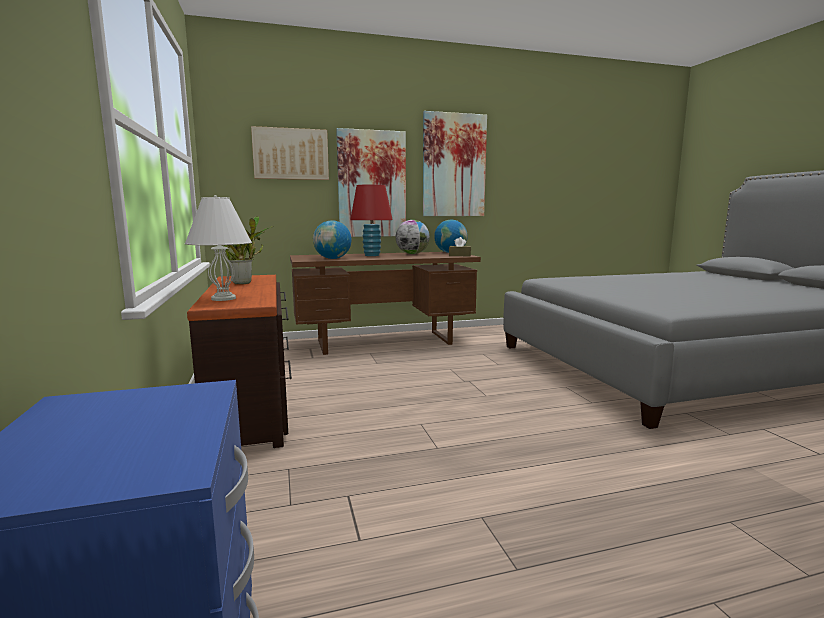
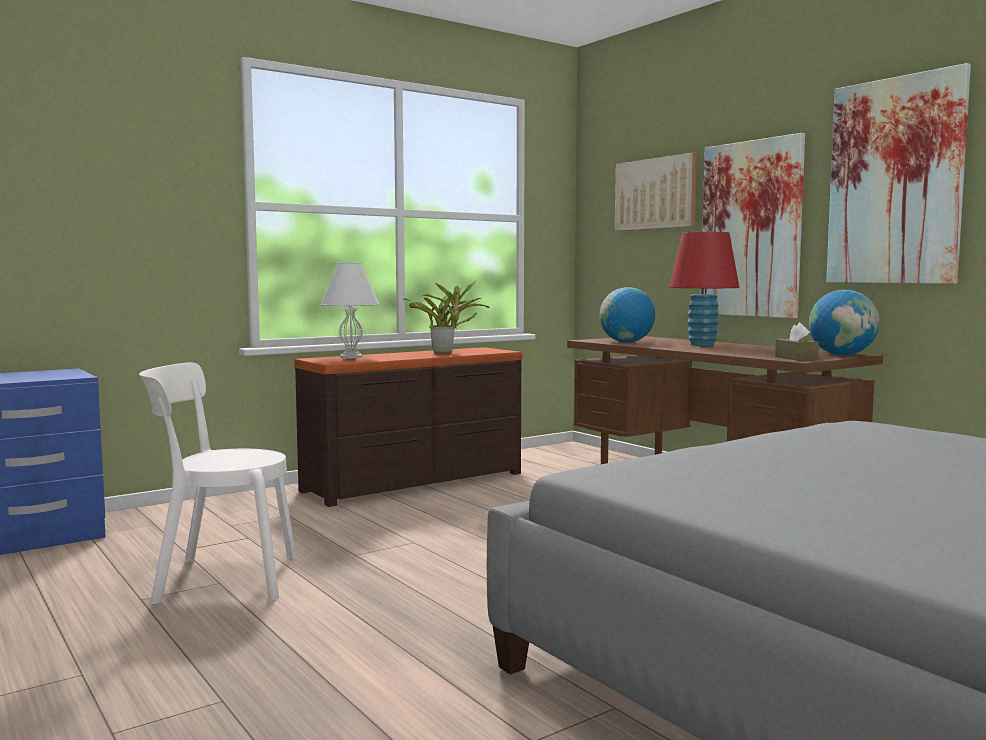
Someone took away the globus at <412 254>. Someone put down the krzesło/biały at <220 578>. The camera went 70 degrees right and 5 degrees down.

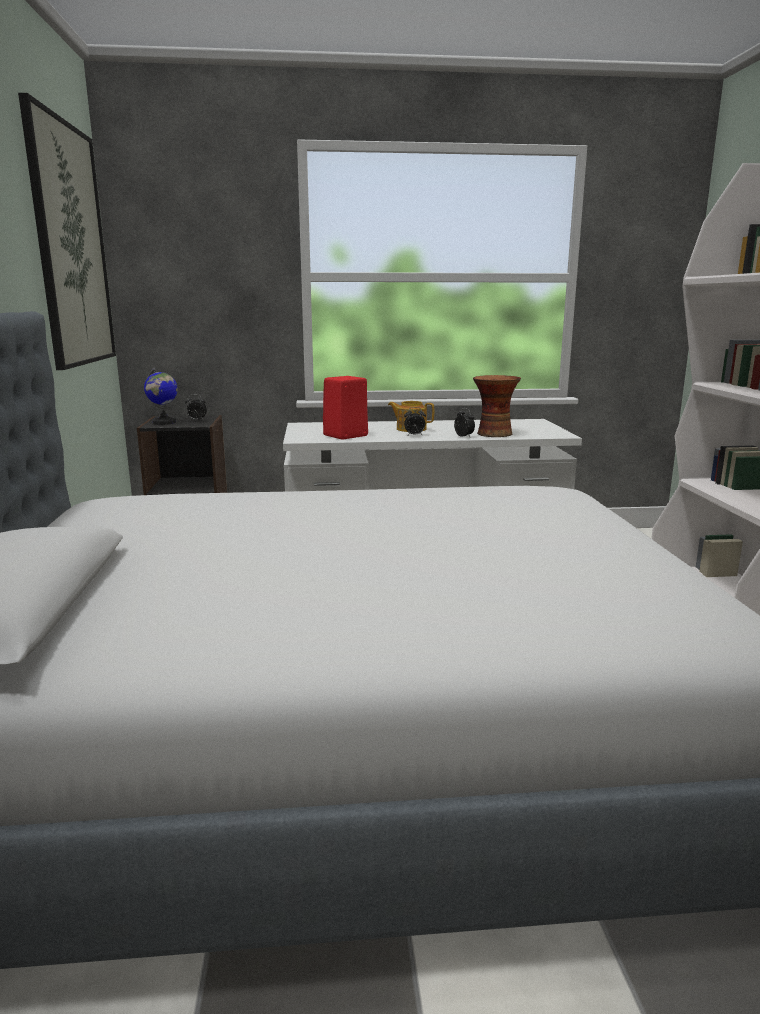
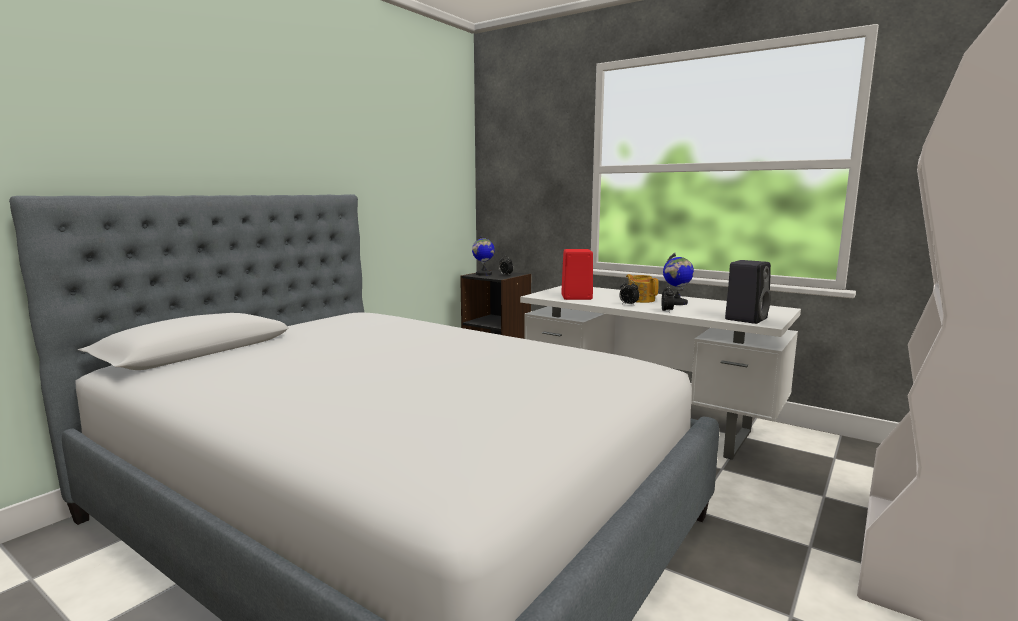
Someone took away the obraz at <71 246>. Someone took away the wazon at <493 434>. Someone put down the globus at <676 303>. Someone put down the głośnik/czarny at <746 319>. The camera went 40 degrees right and 5 degrees down.

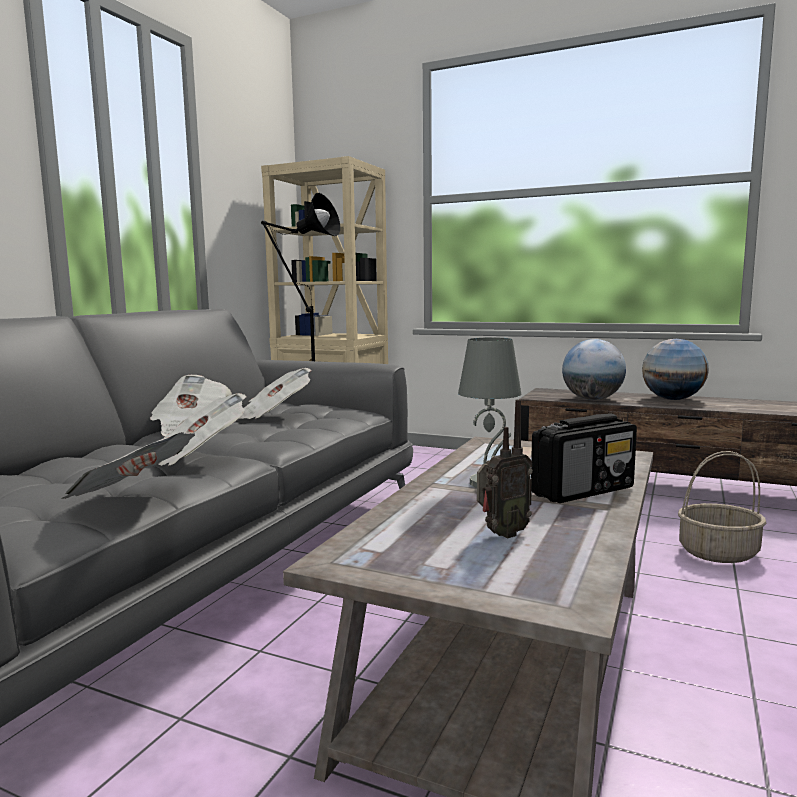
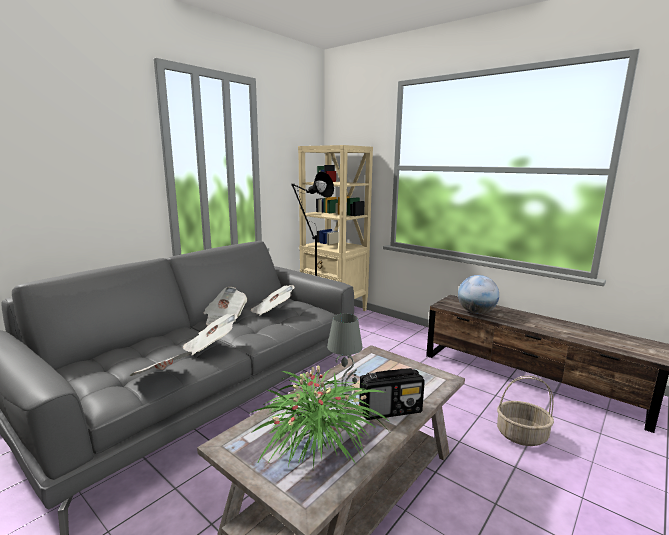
Someone took away the globus at <673 399>. Someone swapped the radio at <501 534> for the roślina doniczkowa at <317 441>. The camera went 15 degrees right and 5 degrees up.

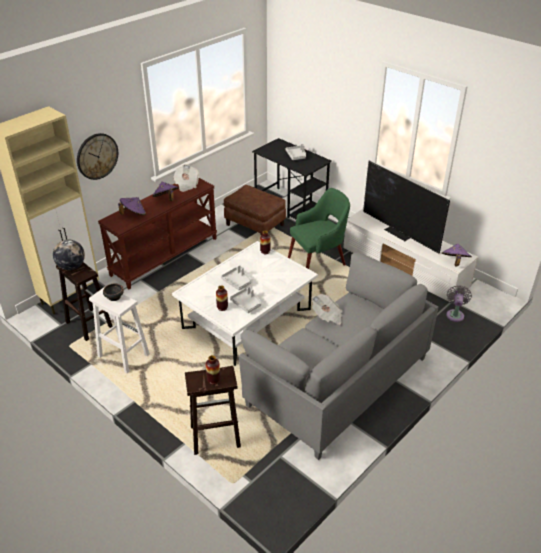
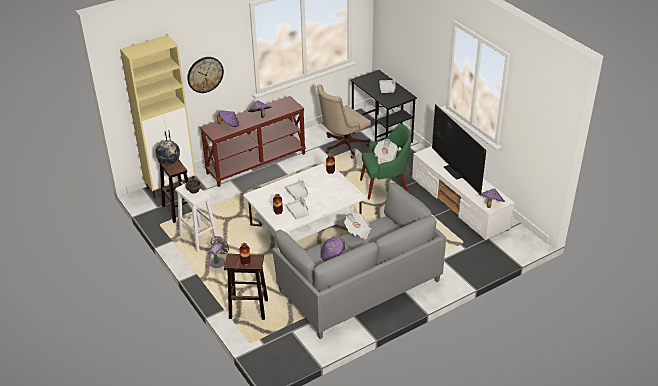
Someone put down the kapelusz/fioletowy at <332 256>. Someone carried the gazeta from <186 184> to <385 157>. Someone carried the wentylator/szary from <455 314> to <218 261>. Someone swapped the pufa/brązowy at <254 225> for the krzesło biurowe/beżowy at <342 146>. The camera went 15 degrees right and 0 degrees up.

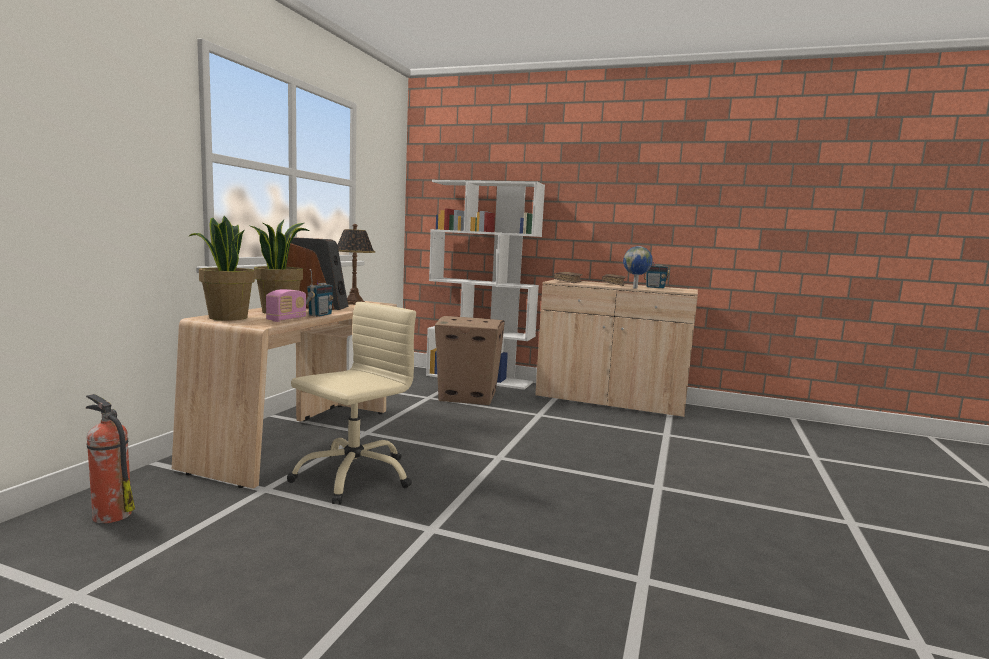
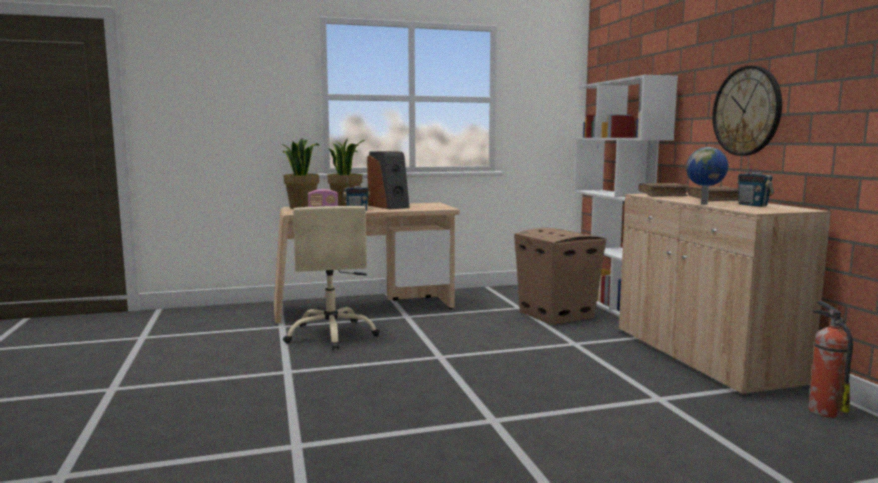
Someone took away the lampa stołowa at <354 303>. Someone put up the zegar ścienny at <747 111>. Someone carried the gaśnica from <111 515> to <823 410>. Someone rotated the krzesło biurowe/beżowy at <353 476> by 75 degrees clockwise. The camera went 55 degrees right and 0 degrees up.

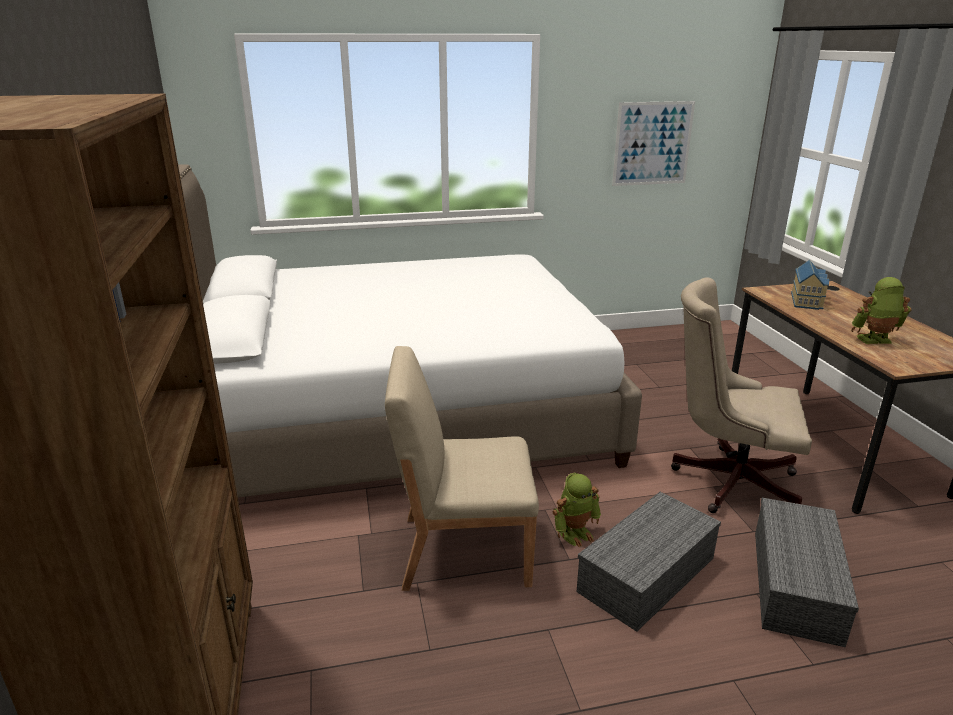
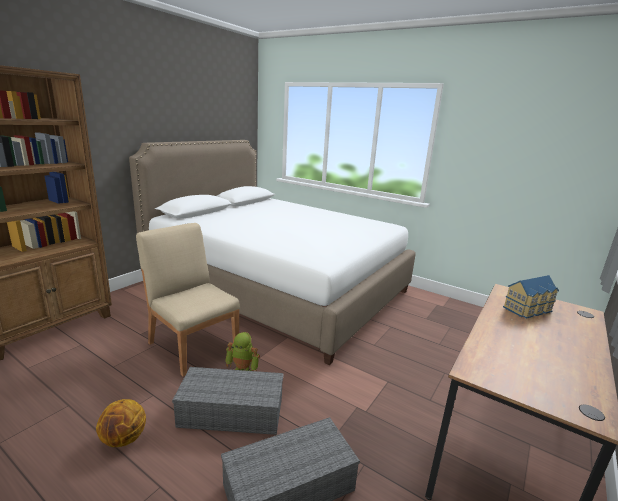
Someone took away the obraz at <652 143>. Someone took away the krzesło biurowe/beżowy at <727 480>. Someone took away the robot zabawkowy at <874 341>. Someone put down the piłka do koszykówki at <124 439>. The camera went 45 degrees right and 5 degrees down.

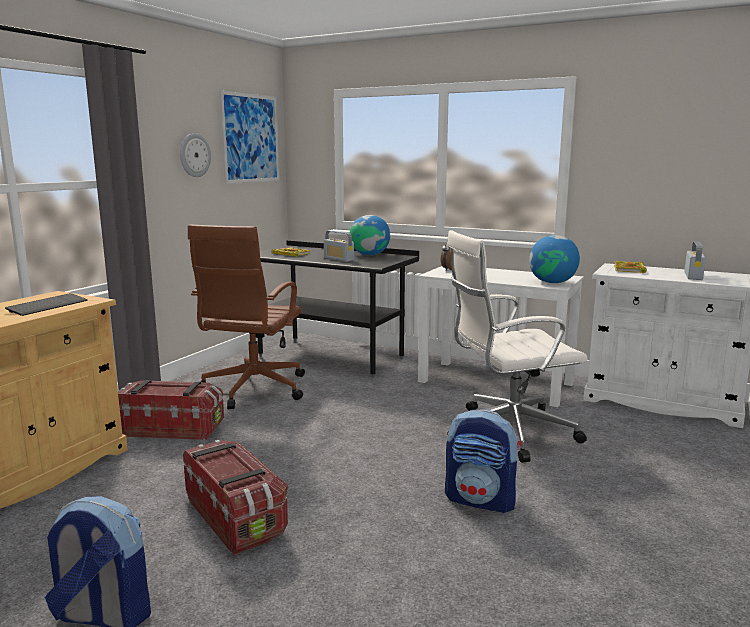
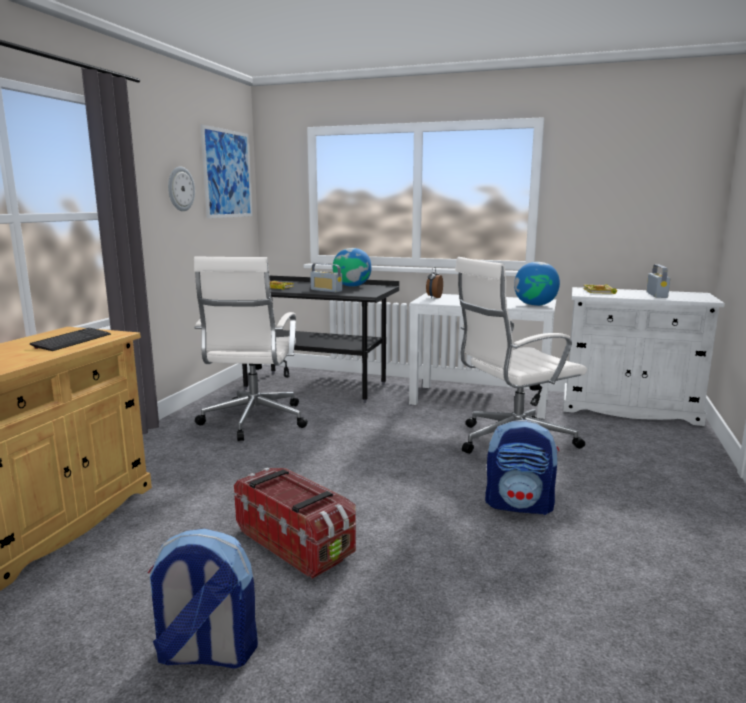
Someone took away the pojemnik do przechowywania at <171 429>. Someone repainted the krzesło biurowe/brązowy at <252 390>, which became the krzesło biurowe/biały at <253 421>. The camera went 10 degrees left and 0 degrees up.

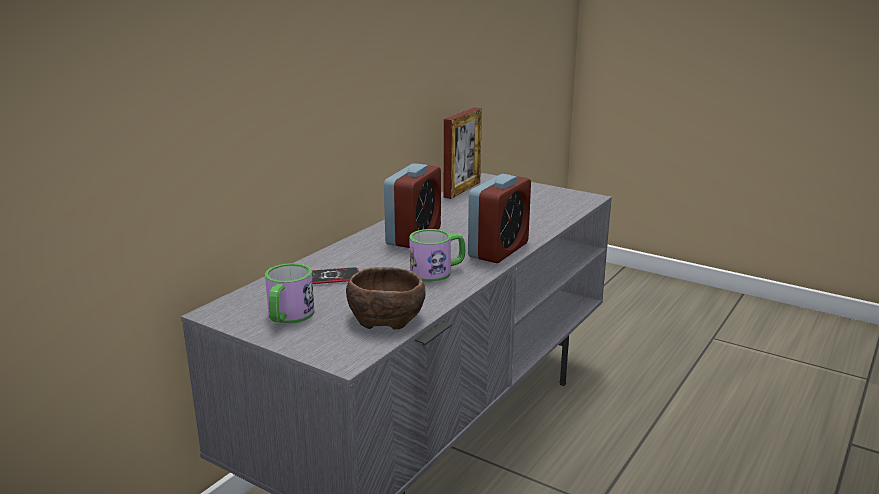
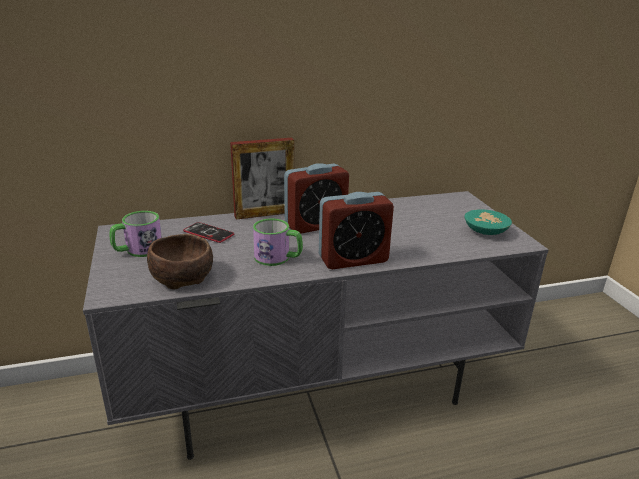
Someone put down the miska/turkusowy at <485 230>. Someone carried the ramka na zdjęcie from <462 189> to <264 214>. The camera went 40 degrees right and 5 degrees up.

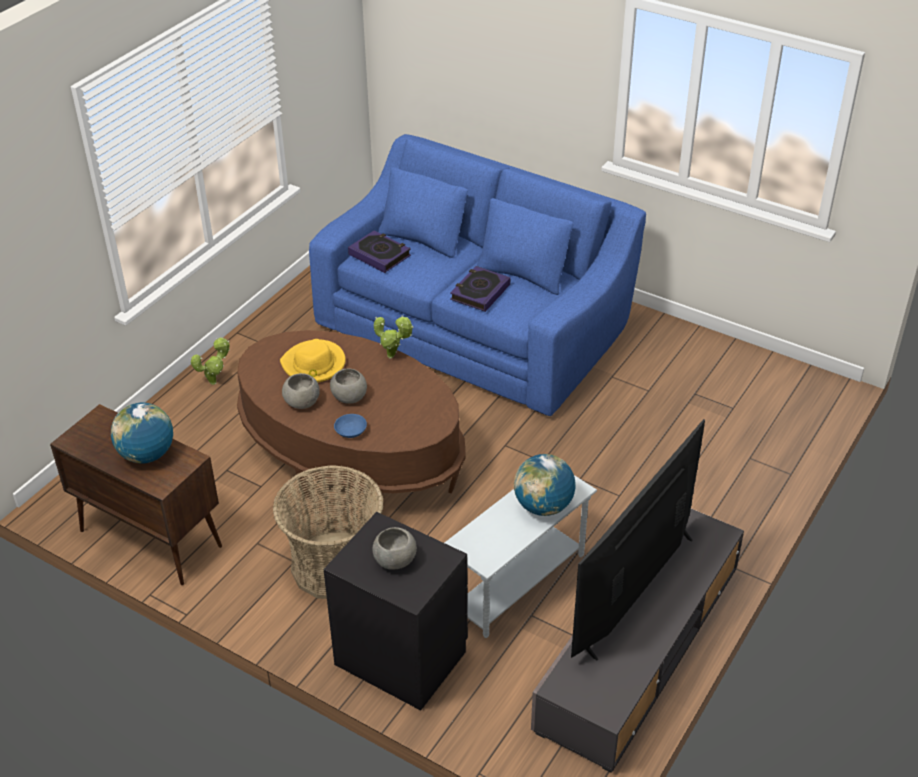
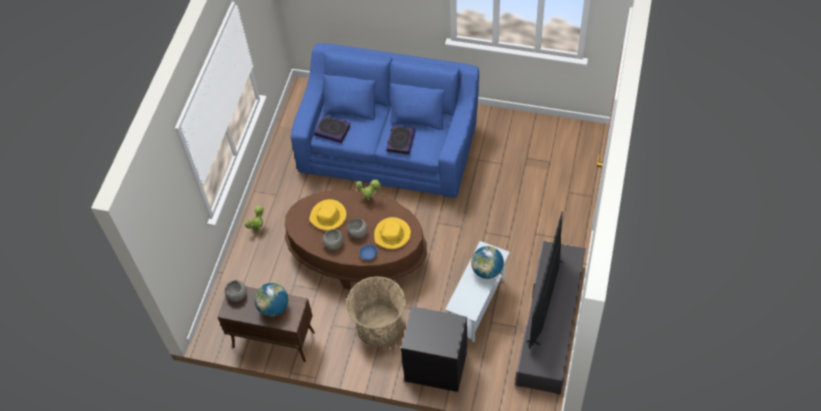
Someone put down the kapelusz/żółty at <392 235>. Someone carried the miska/szary from <395 561> to <237 295>. The camera went 15 degrees left and 15 degrees up.

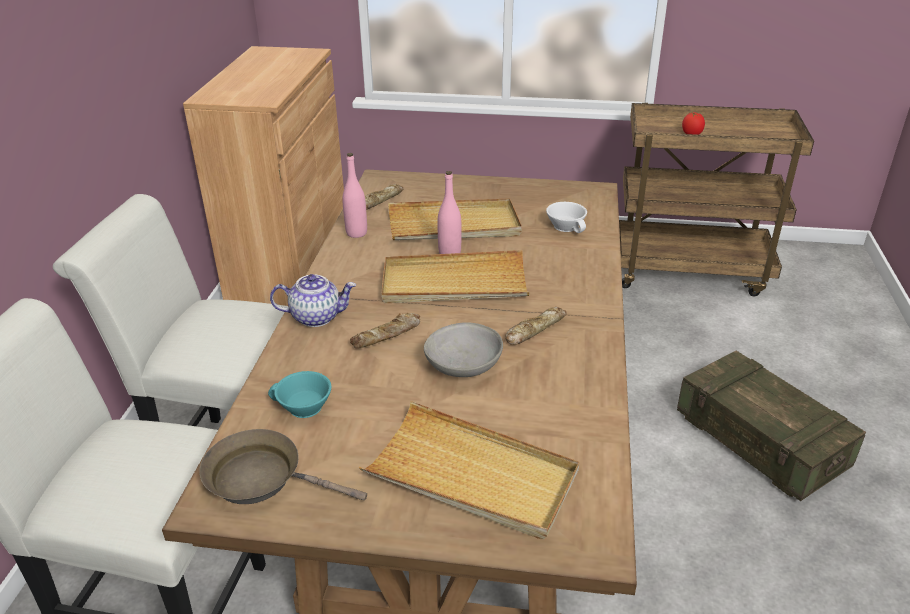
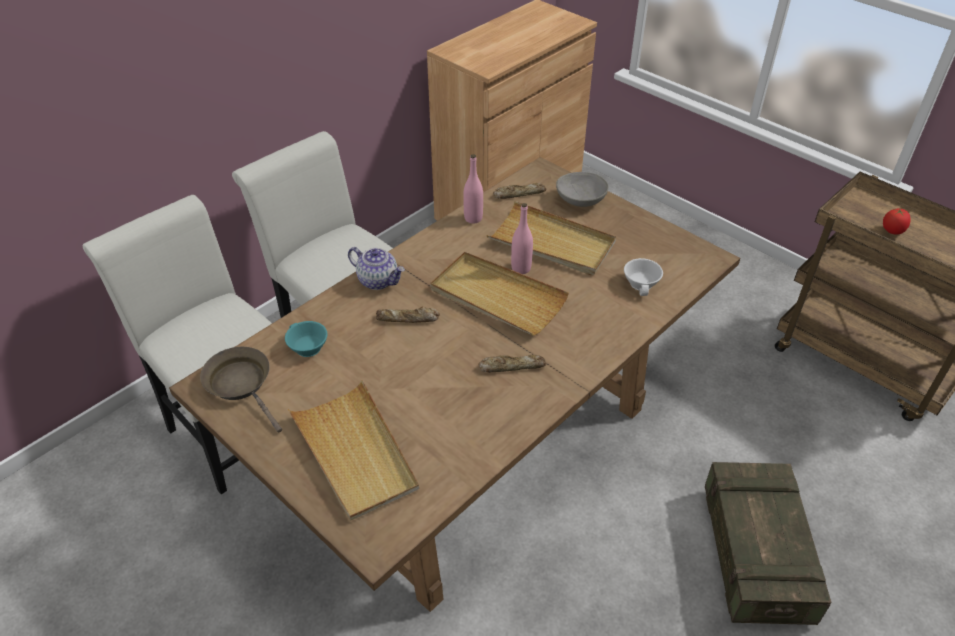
Someone carried the miska/szary from <464 367> to <580 201>. The camera went 35 degrees right and 10 degrees up.

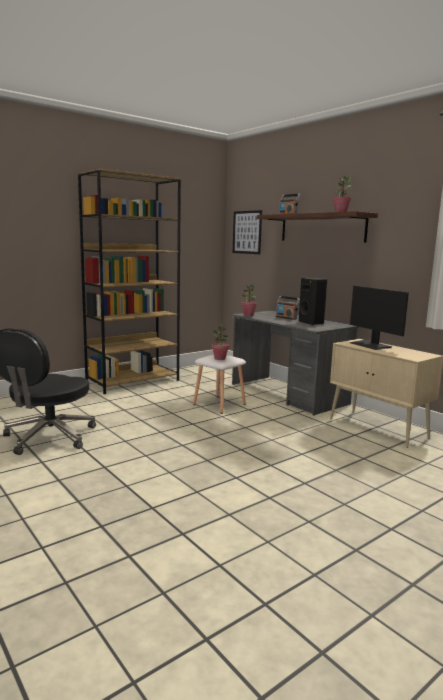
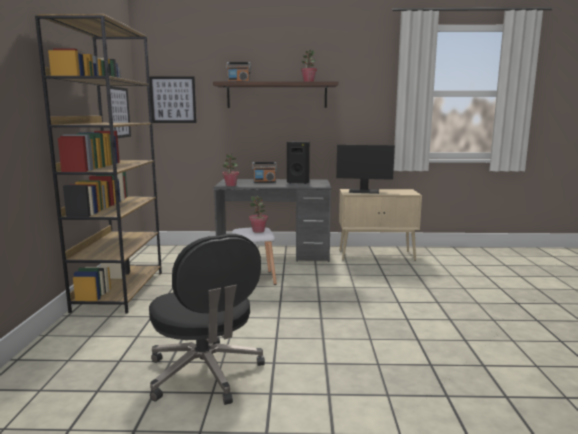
Someone put up the obraz at <119 112>. The camera went 50 degrees left and 0 degrees up.

